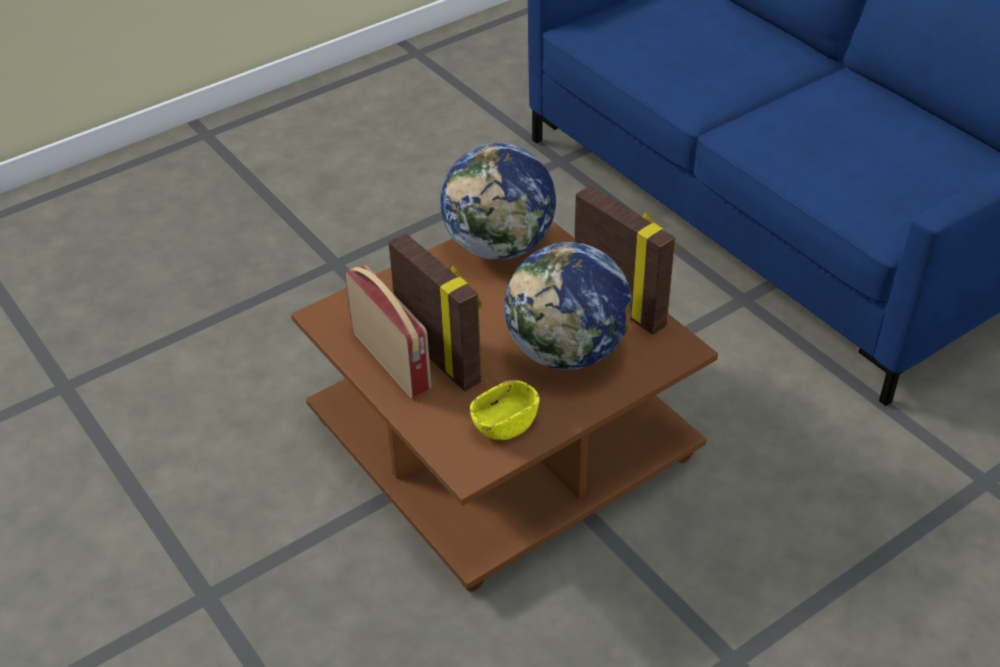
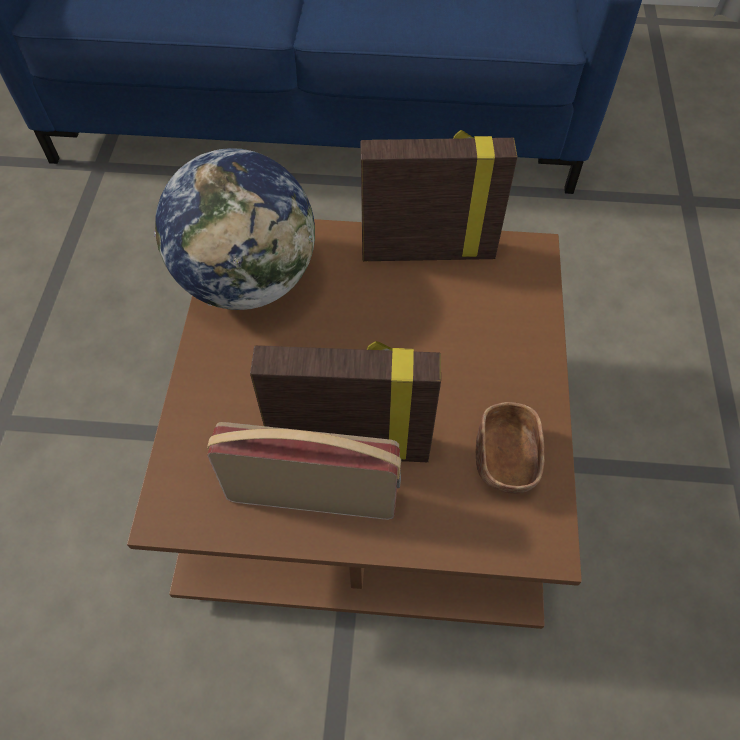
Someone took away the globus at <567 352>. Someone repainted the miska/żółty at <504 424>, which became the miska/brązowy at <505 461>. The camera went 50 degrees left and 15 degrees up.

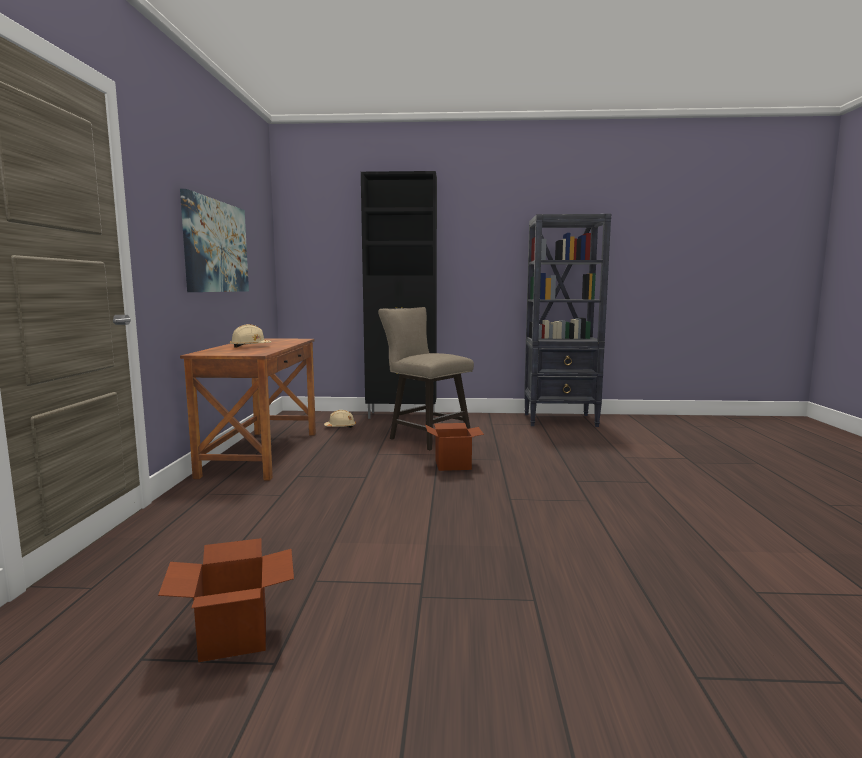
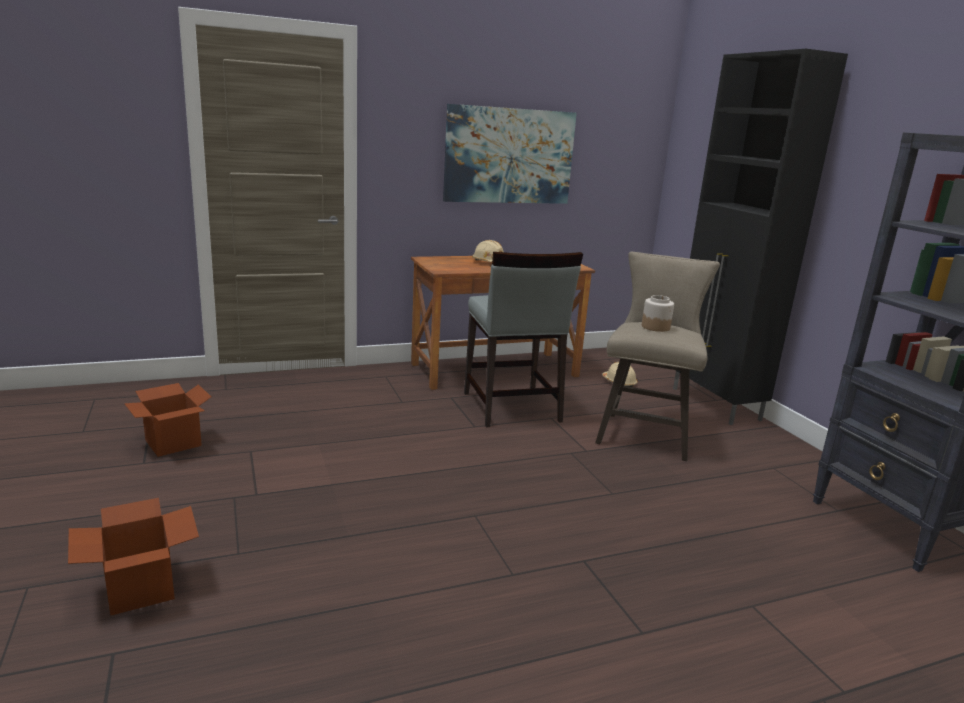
Someone put down the krzesło/szary at <511 407>. Someone put down the słoik at <655 327>. Someone carried the karton from <453 465> to <140 589>. The camera went 65 degrees right and 10 degrees up.

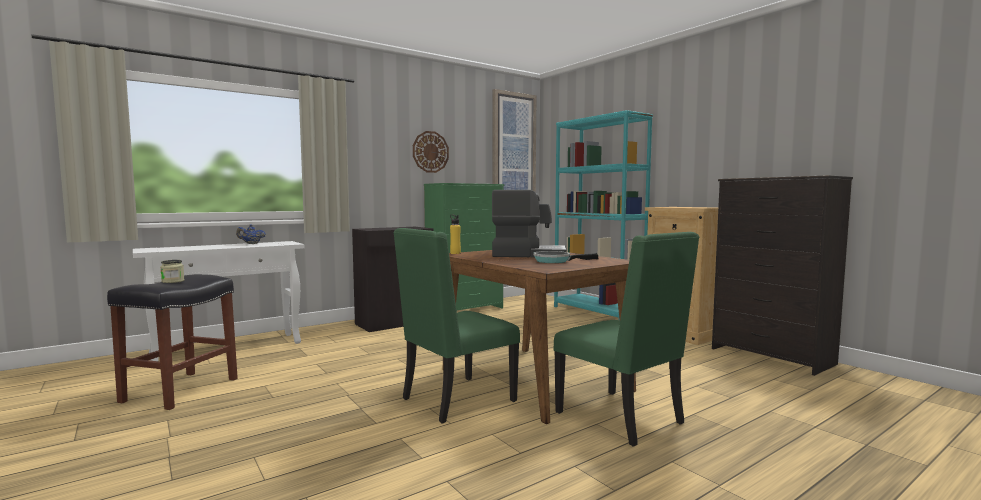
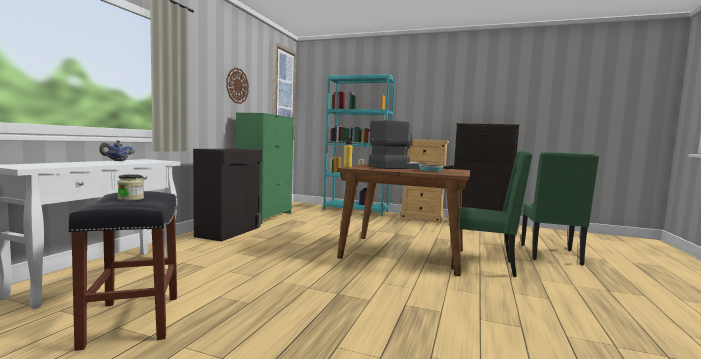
Someone carried the krzesło/zielony from <456 400> to <551 255>. The camera went 35 degrees left and 0 degrees up.

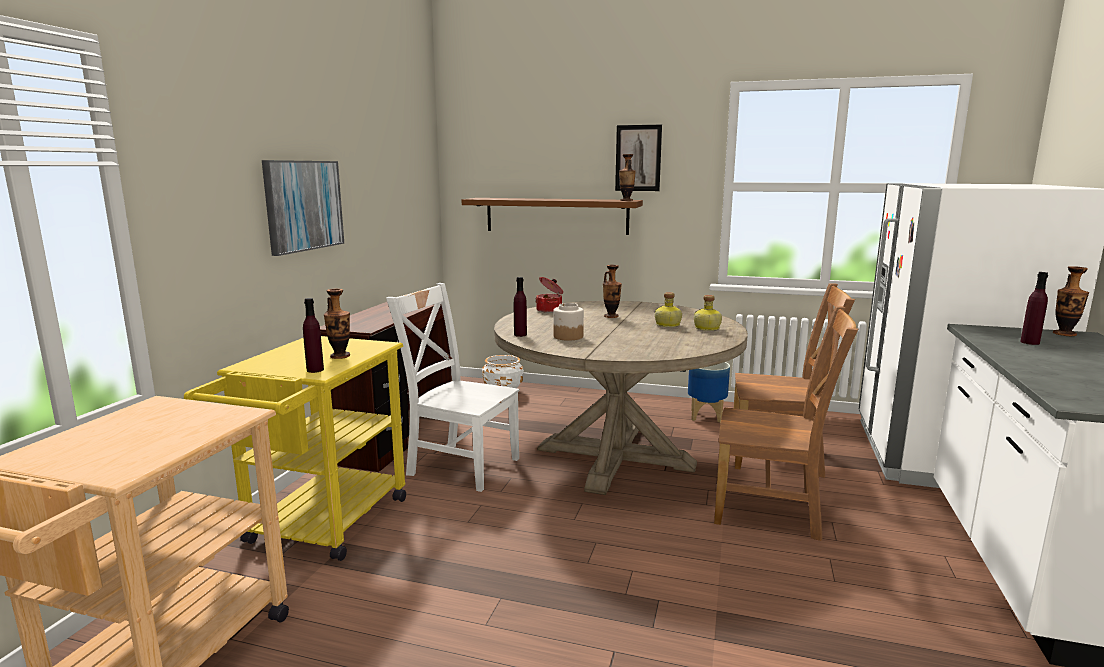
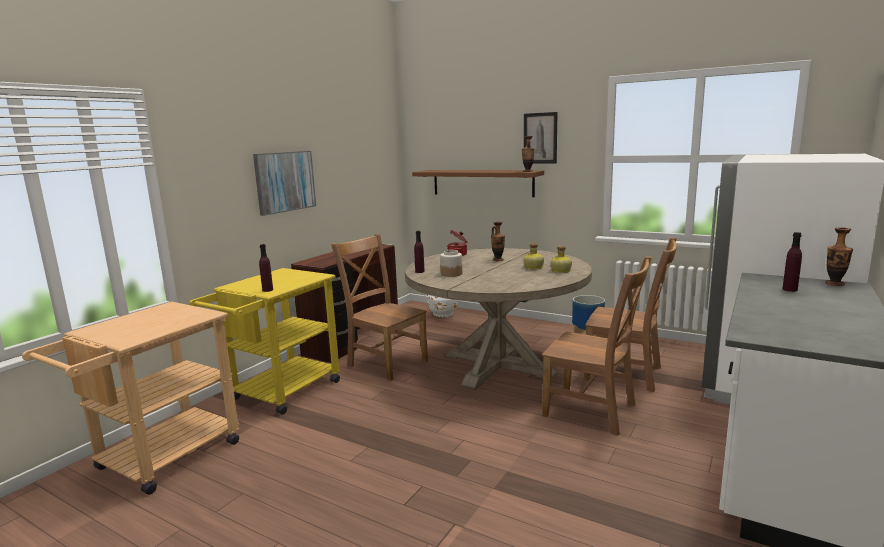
Someone took away the wazon at <340 356>. Someone repainted the krzesło/biały at <460 465>, which became the krzesło/brązowy at <385 362>. The camera went 15 degrees right and 0 degrees up.

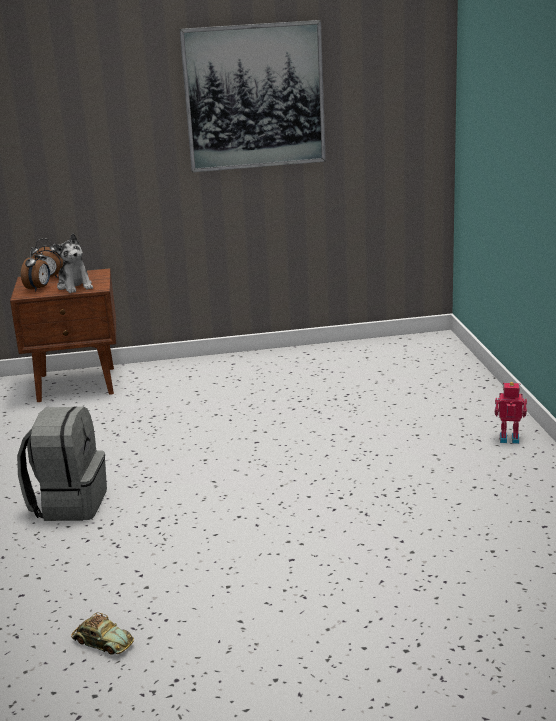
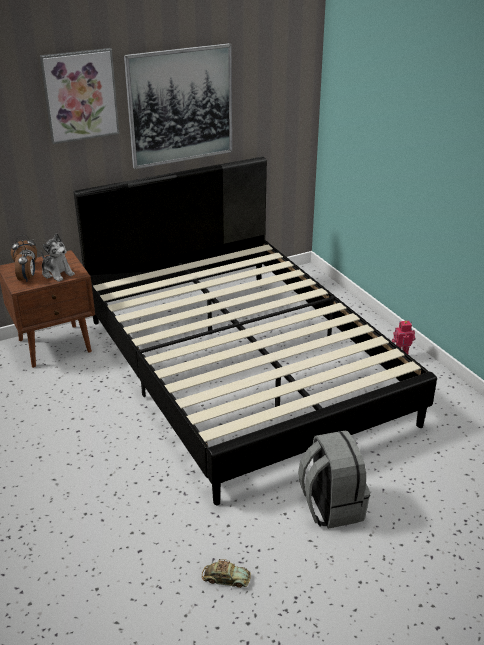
Someone put up the obraz at <80 95>. Someone put down the łóżko/czarny at <242 368>. Someone carried the plecak/szary from <69 504> to <330 506>. The camera went 20 degrees left and 10 degrees up.

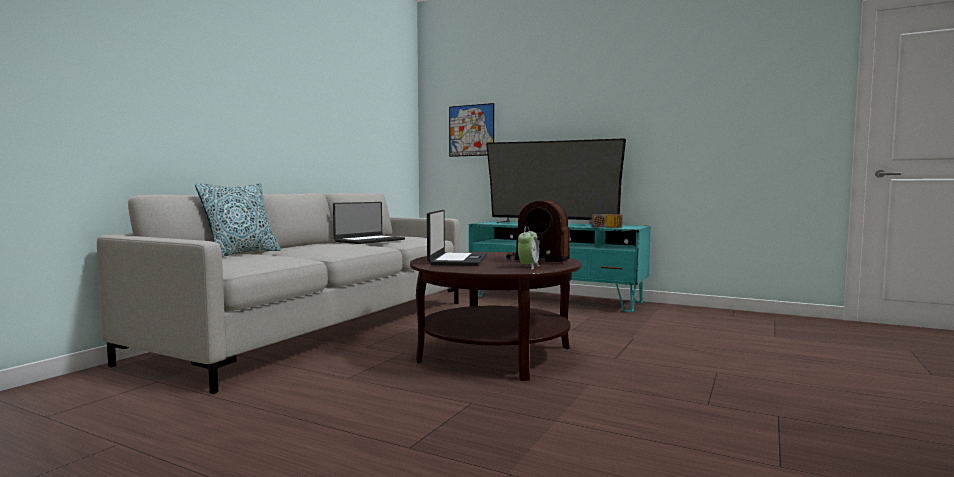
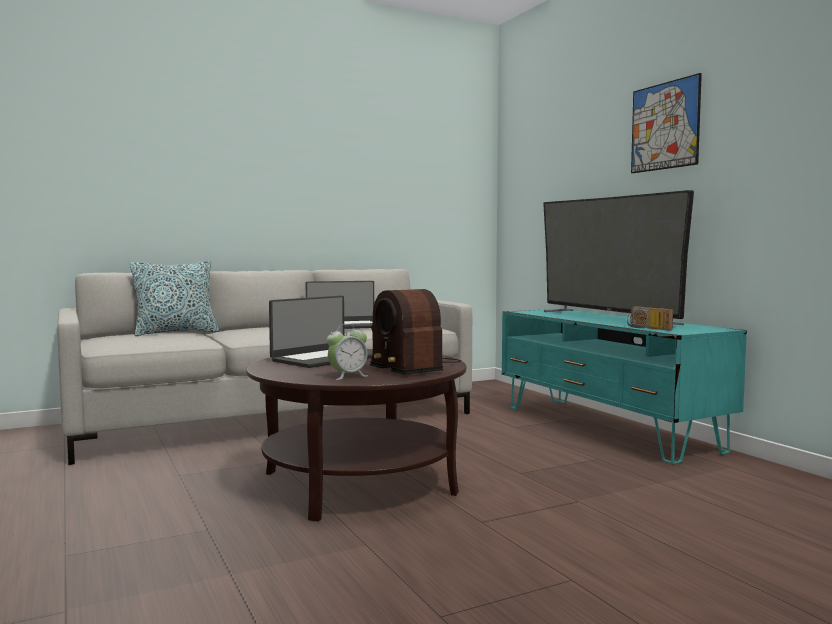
Someone carried the obraz from <471 130> to <665 126>. The camera went 35 degrees right and 0 degrees up.

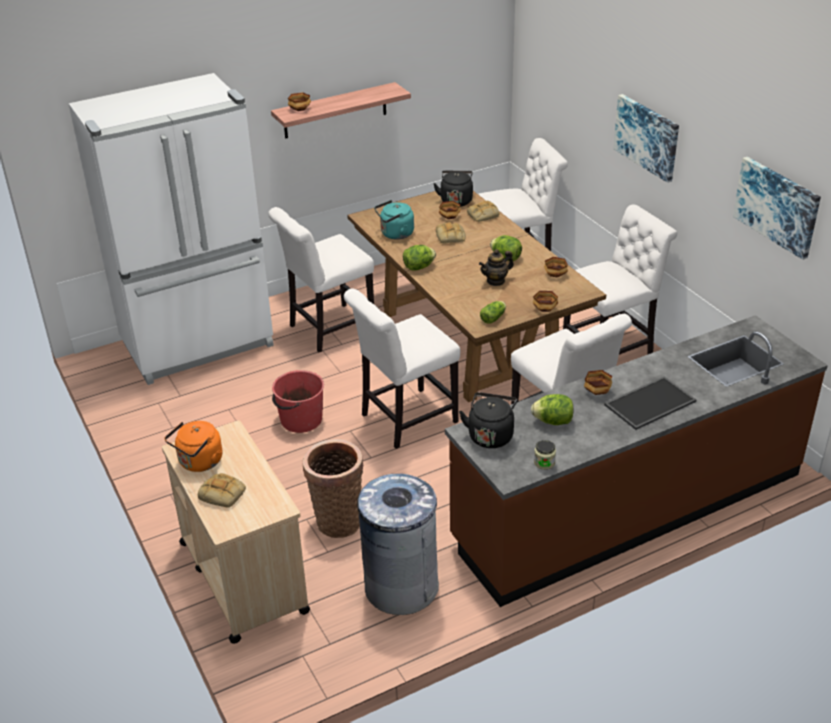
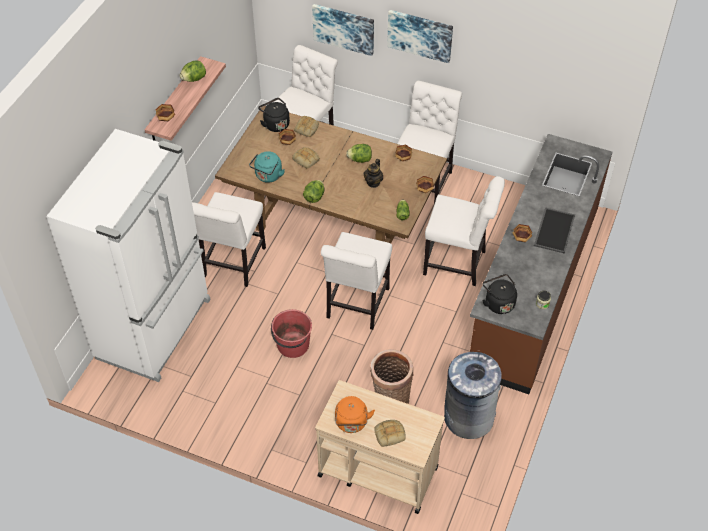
Someone carried the sałata from <553 421> to <194 79>. Someone carried the obraz from <777 206> to <344 28>. The camera went 40 degrees left and 15 degrees up.

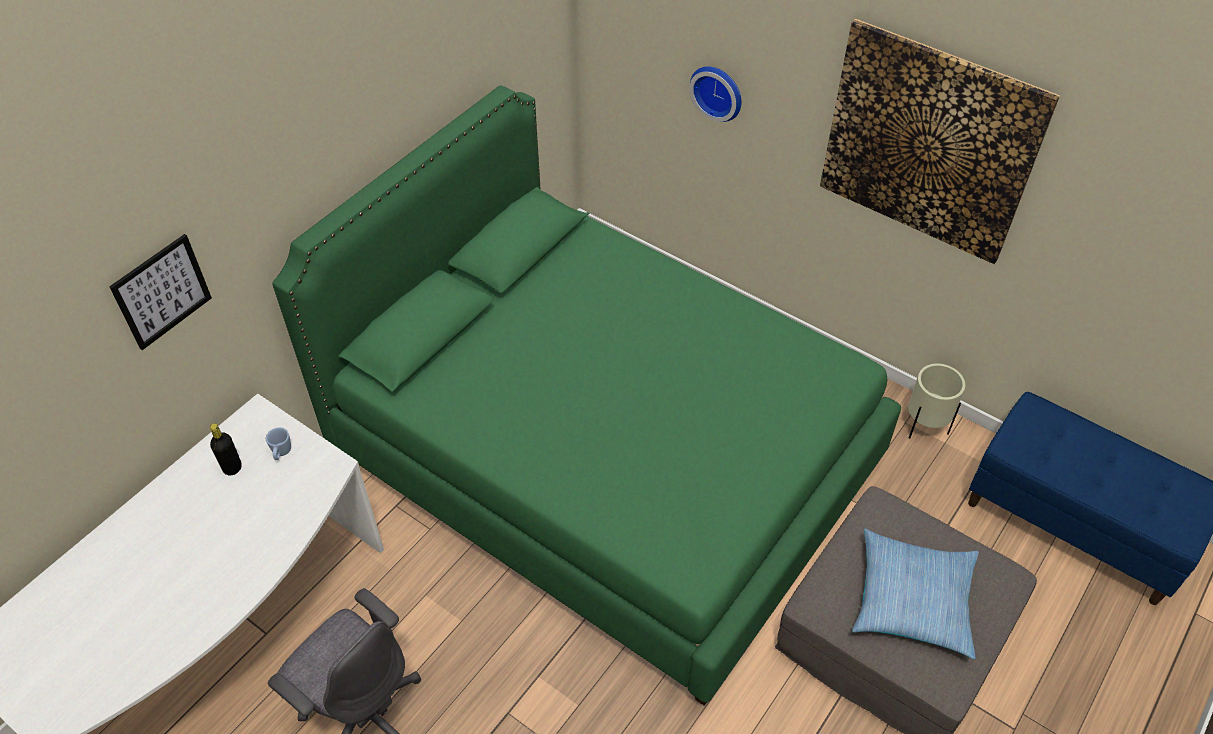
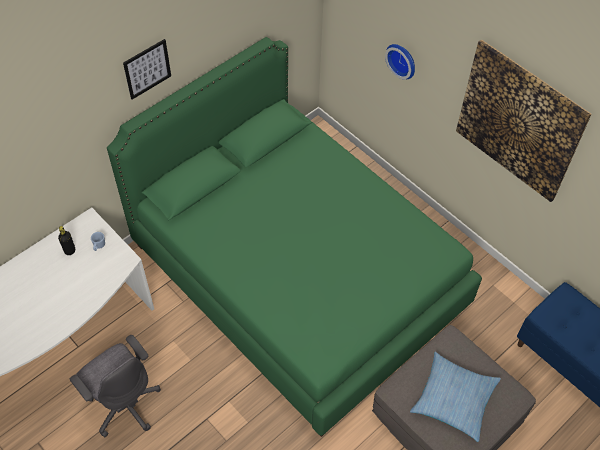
Someone took away the donica/beżowy at <925 427>. Someone carried the obraz from <162 291> to <147 69>. The camera went 10 degrees right and 5 degrees up.

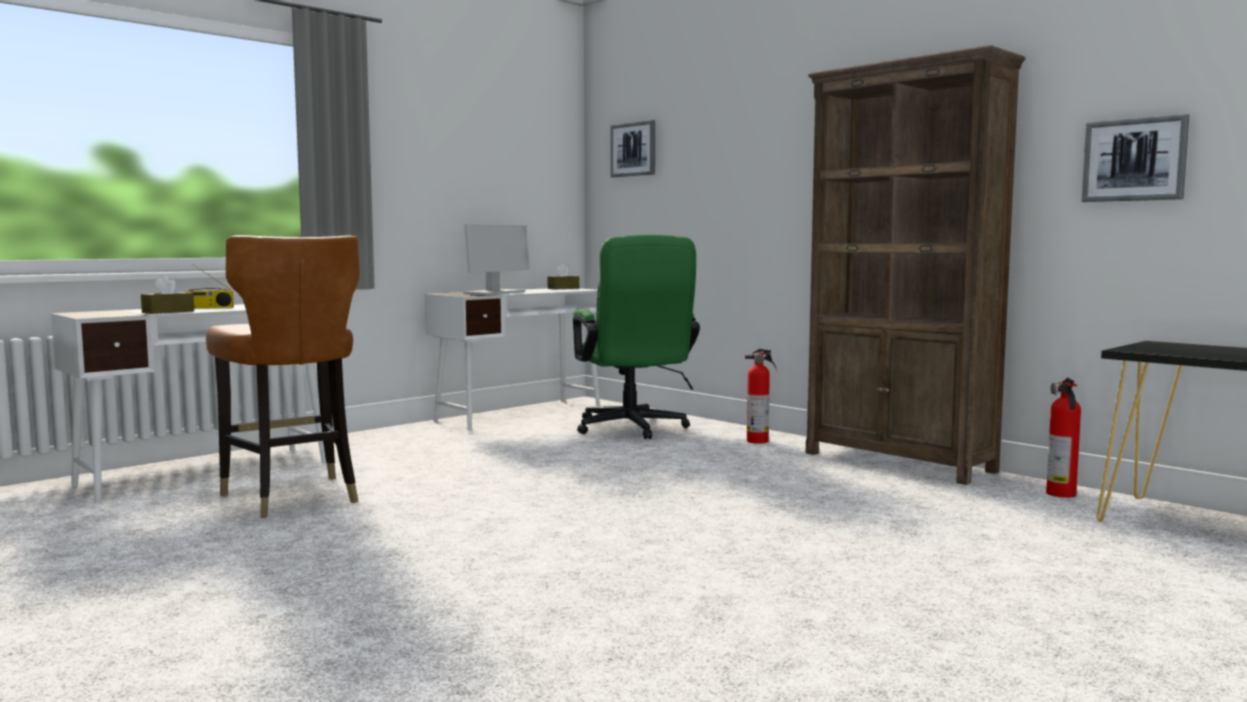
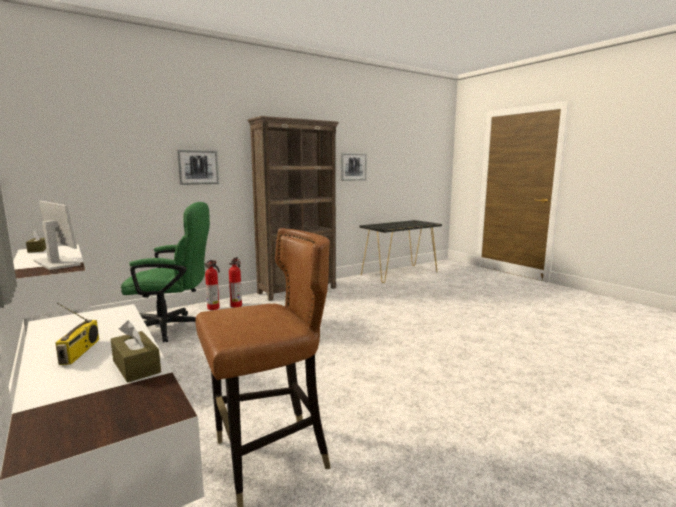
Someone carried the obraz from <633 149> to <198 167>. Someone carried the gaśnica from <1061 494> to <214 308>. The camera went 80 degrees left and 5 degrees up.

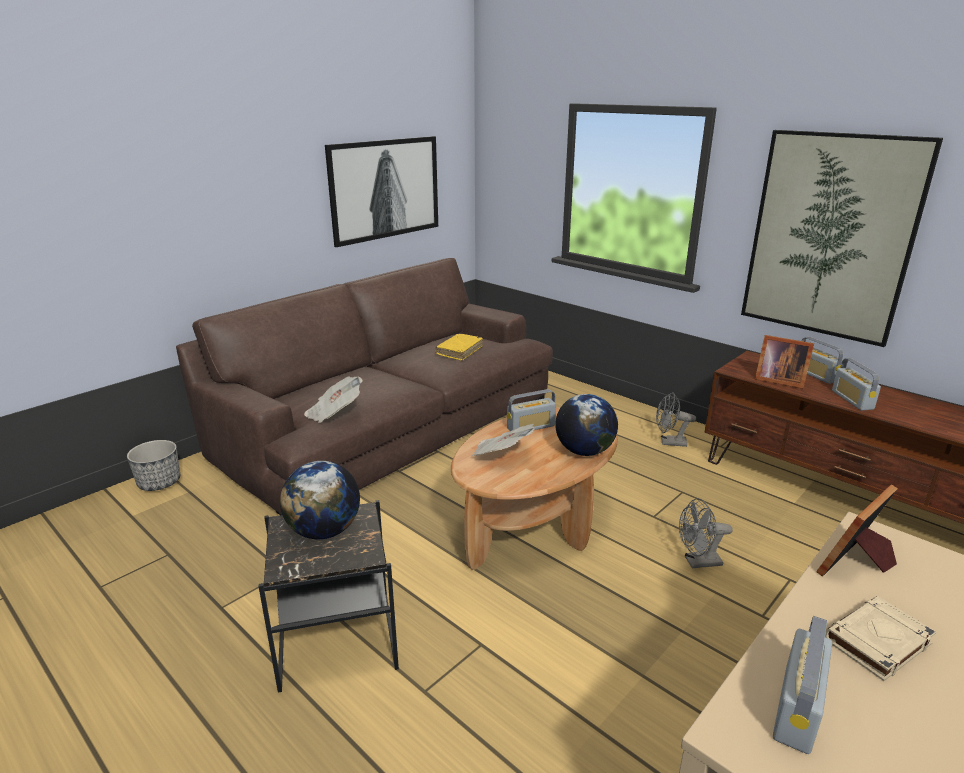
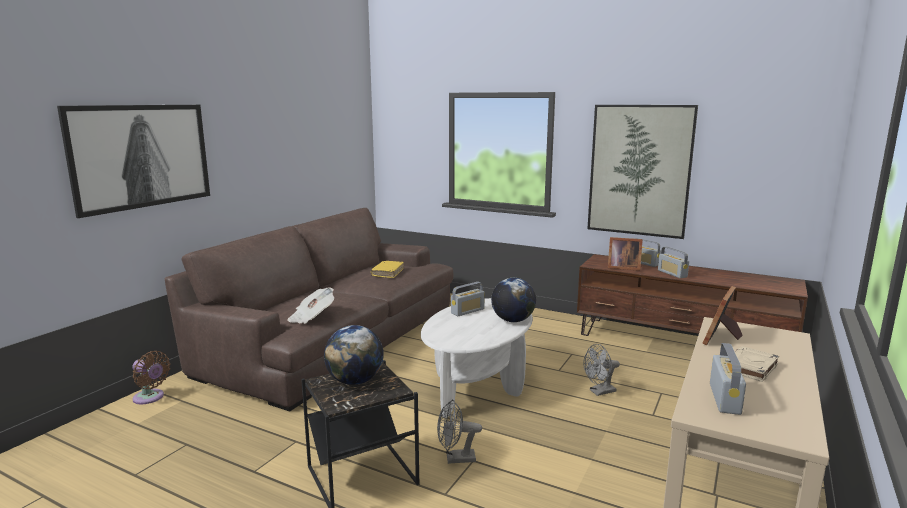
Someone took away the gazeta at <501 455>. Someone carried the obraz from <385 189> to <142 156>. Someone carried the wentylator/szary from <669 442> to <455 459>. Someone swapped the donica at <159 482> for the wentylator/brązowy at <150 398>. Someone repainted the ława/brązowy at <534 525>, which became the ława/biały at <477 386>. The camera went 15 degrees left and 10 degrees down.

